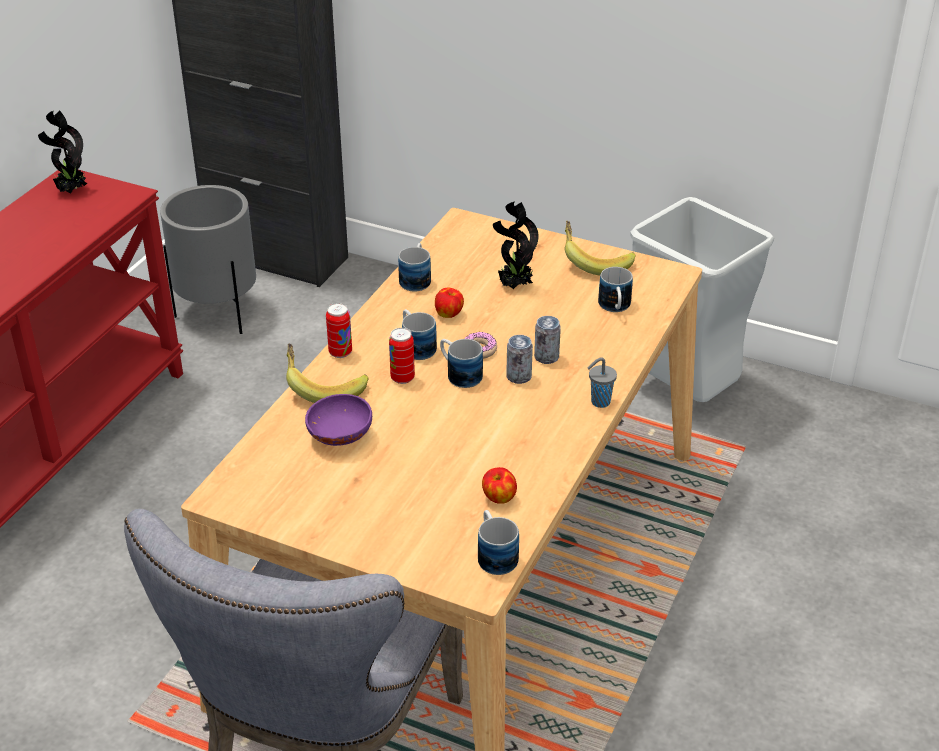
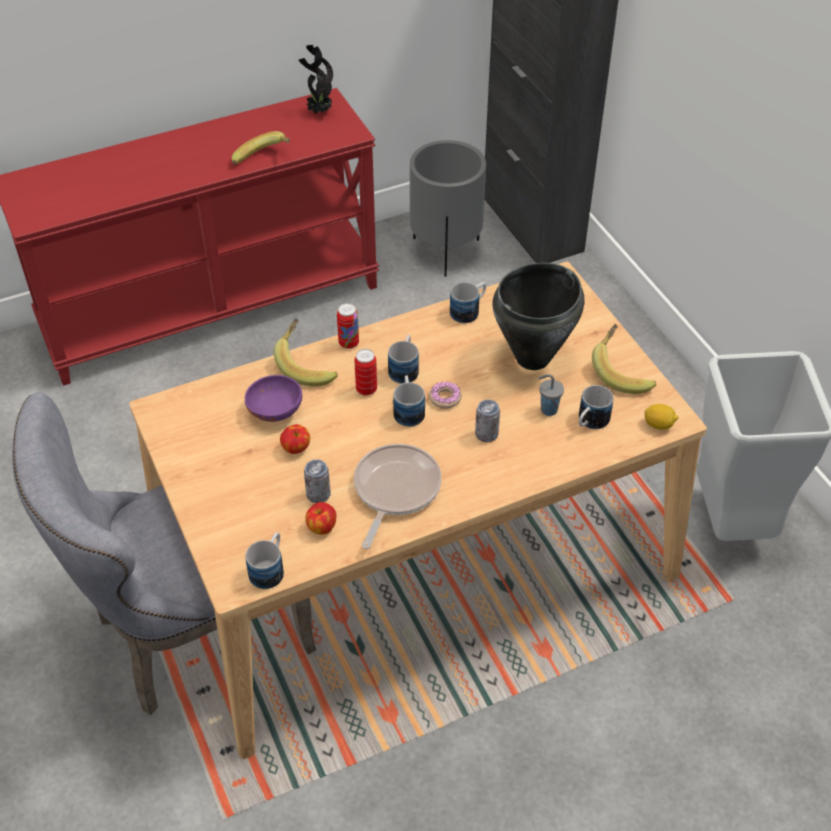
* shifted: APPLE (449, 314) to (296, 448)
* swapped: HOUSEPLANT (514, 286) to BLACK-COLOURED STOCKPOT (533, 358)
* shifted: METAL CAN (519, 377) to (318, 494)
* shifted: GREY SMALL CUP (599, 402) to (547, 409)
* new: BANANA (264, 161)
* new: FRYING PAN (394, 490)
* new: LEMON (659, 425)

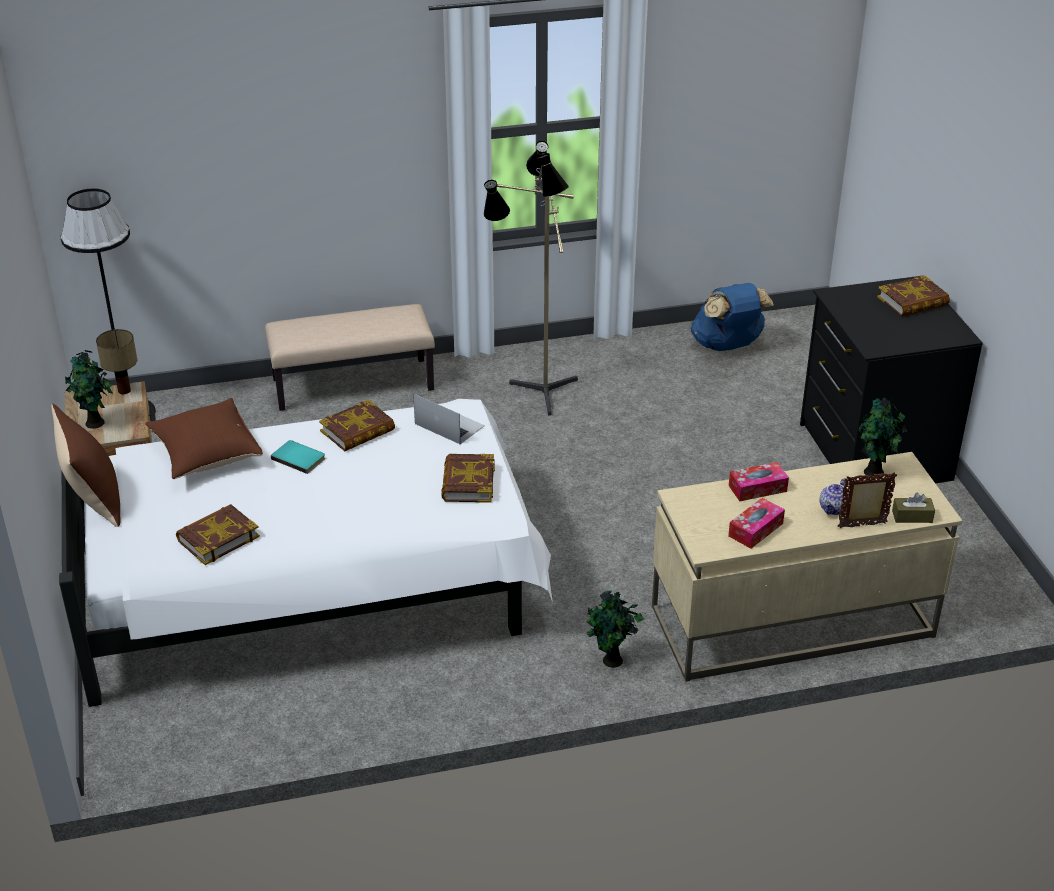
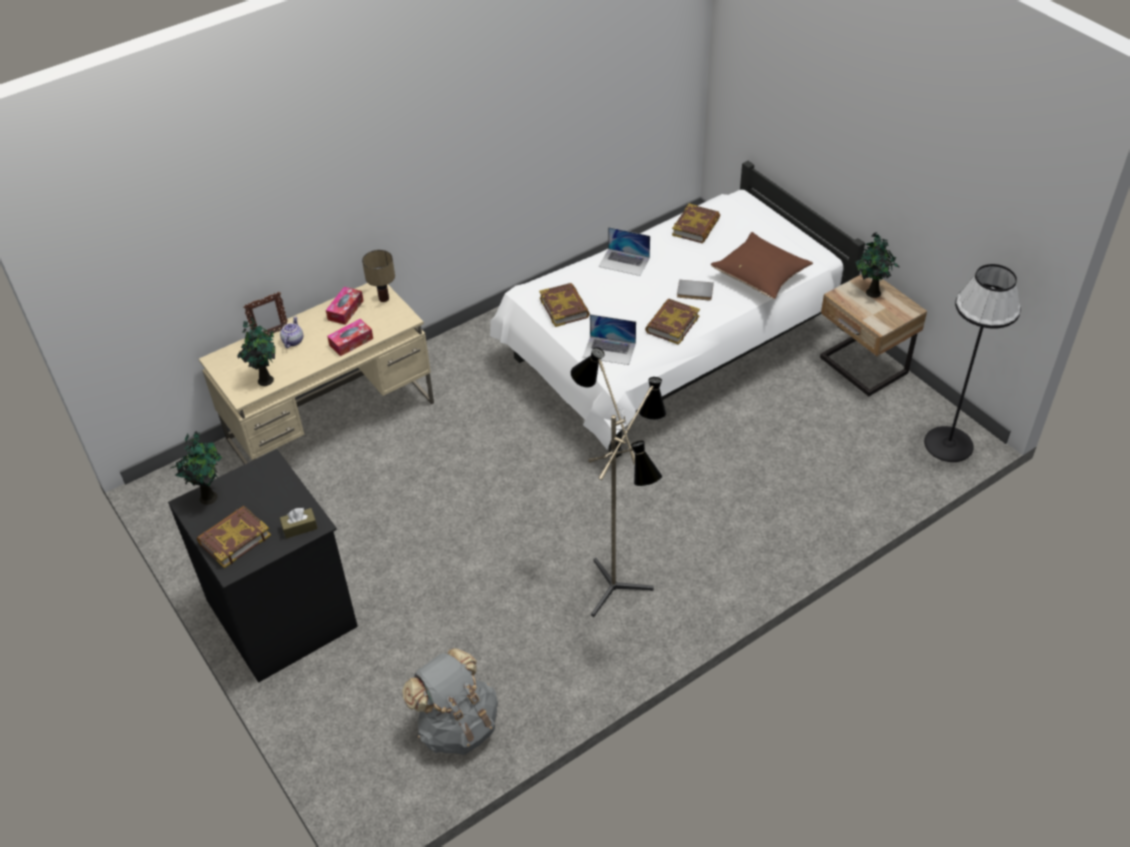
* gone: BROWN THROW PILLOW (93, 499)
* shifted: TABLETOP LAMP (125, 390) to (383, 299)
* gone: SAND-COLOURED INDOOR BENCH (353, 384)
* repainted: BLUE-GREEN BOUND BOOK (299, 458) to GREY BOUND BOOK (695, 292)
* shifted: HOUSEPLANT (612, 661) to (209, 496)
* repainted: BLUISH KNAPSACK (727, 346) to GREY KNAPSACK (457, 725)
* shifted: BROWN BOX OF TISSUES (912, 516) to (299, 527)
* new: PORTABLE COMPUTER (624, 262)

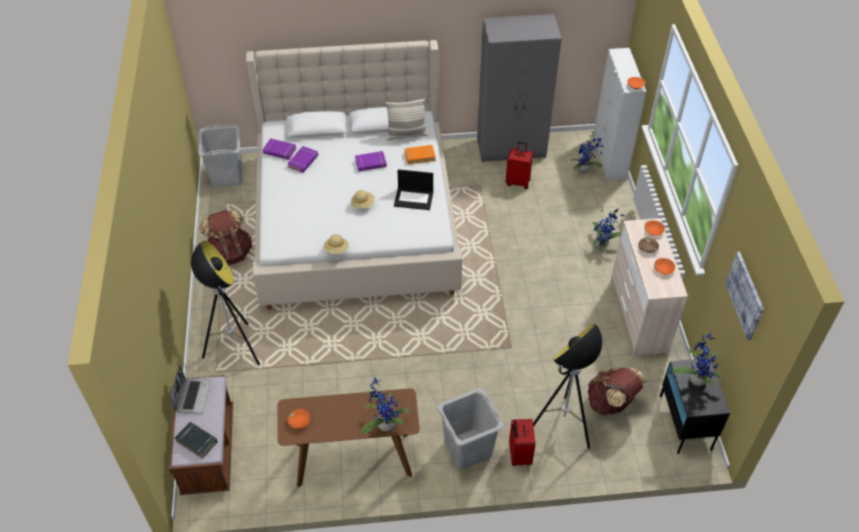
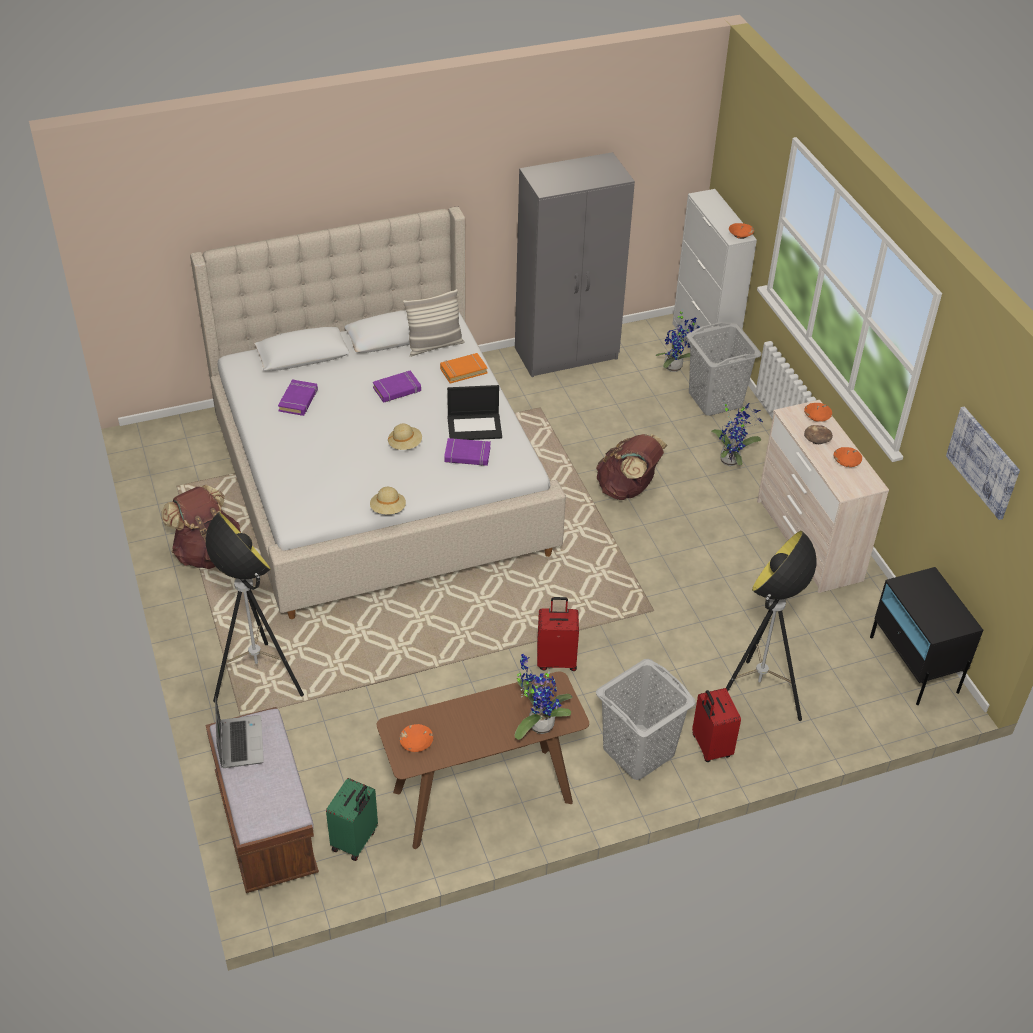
* gone: BLACK-COLOURED BOUND BOOK (197, 441)
* shifted: GREY LAUNDRY BASKET (227, 177) to (715, 400)
* shifted: PURPLE BOUND BOOK (279, 151) to (467, 455)
* shifted: REDDISH SUITCASE (518, 182) to (556, 660)
* shifted: BROWN KNAPSACK (611, 403) to (627, 489)
* gone: HOUSEPLANT (696, 378)
* new: GREEN SUITCASE (355, 840)

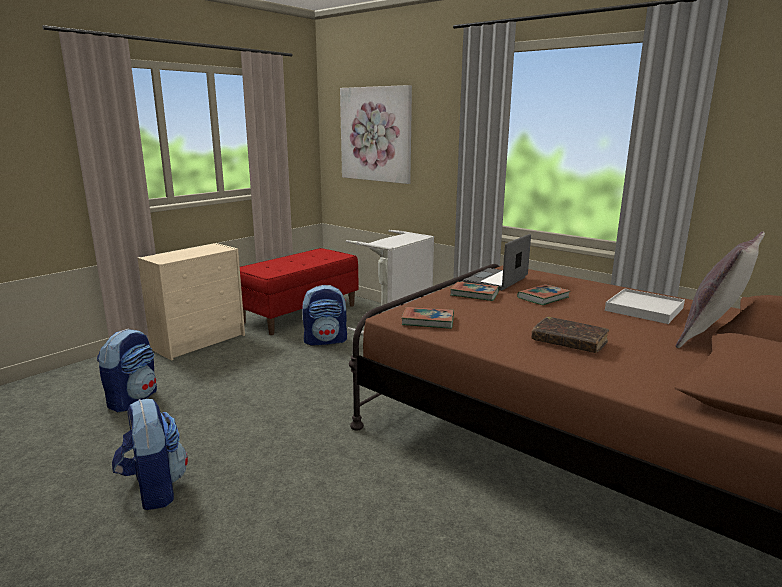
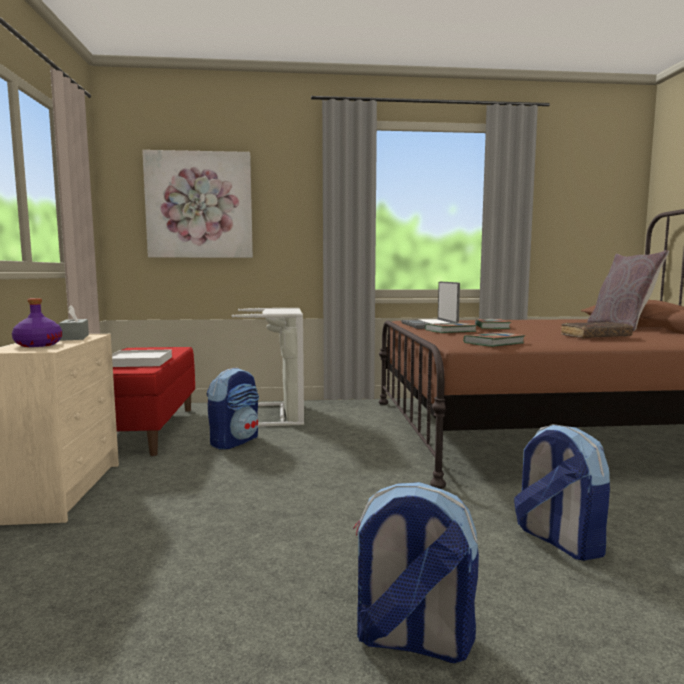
* shifted: KNAPSACK (133, 399) to (558, 540)
* shifted: WHITE-COLOURED CARRYING TRAY (644, 309) to (138, 362)
* new: PURPLE BEVERAGE BOTTLE (38, 345)
* new: GREY BOX OF TISSUES (74, 337)

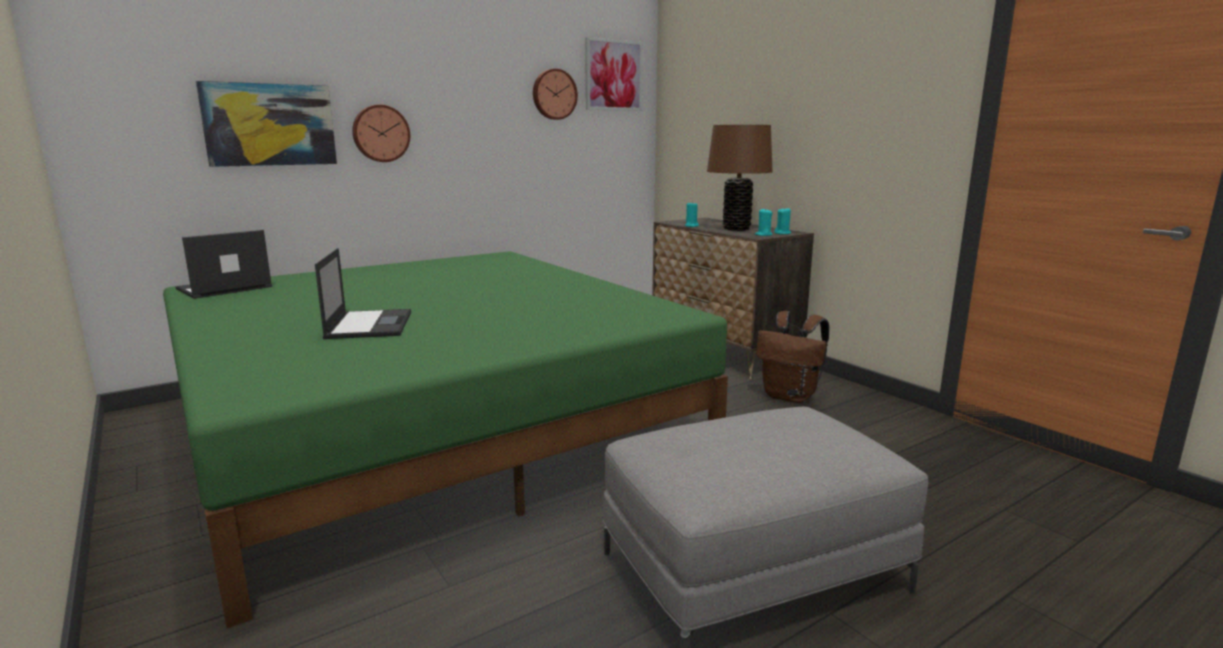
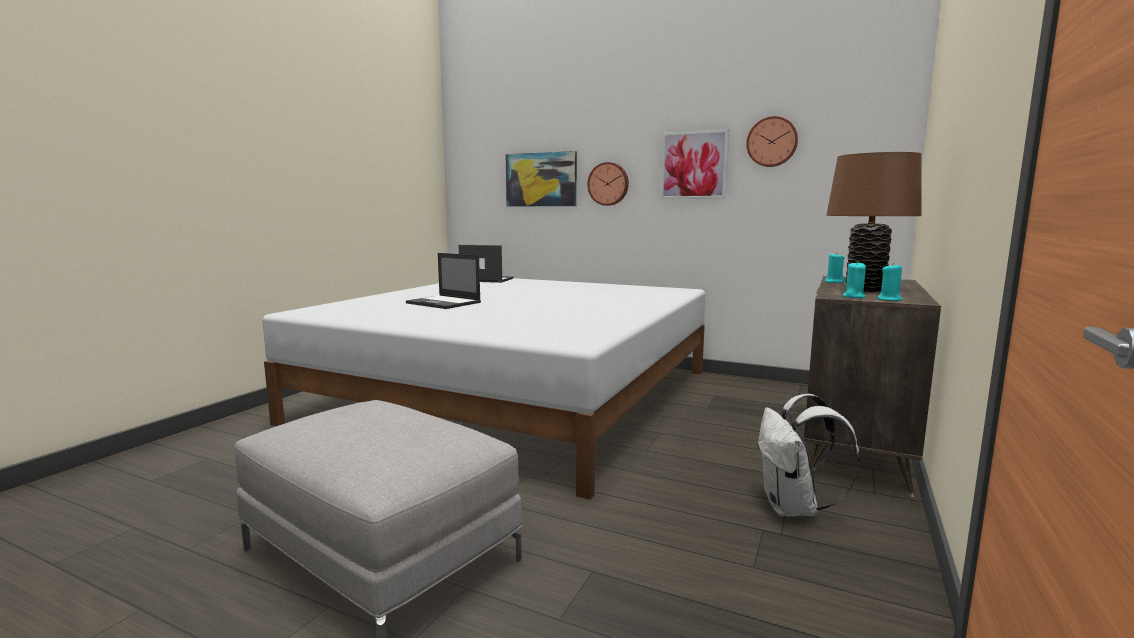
* repainted: GREEN SLEEPING BED (431, 424) to WHITE-COLOURED SLEEPING BED (516, 395)
* rotated: PORTABLE COMPUTER (369, 324) = (444, 303) 75 degrees clockwise
* shifted: WALL ART (613, 75) to (693, 165)
* repainted: BROWN KNAPSACK (790, 396) to WHITE-COLOURED KNAPSACK (793, 508)

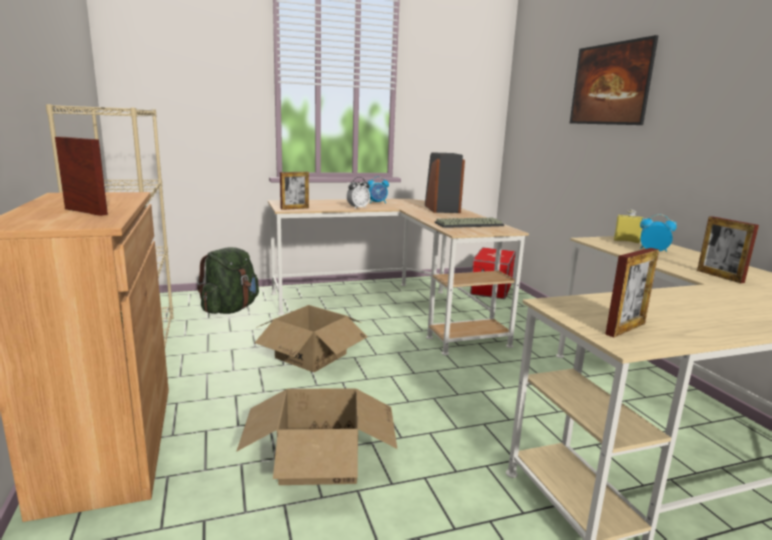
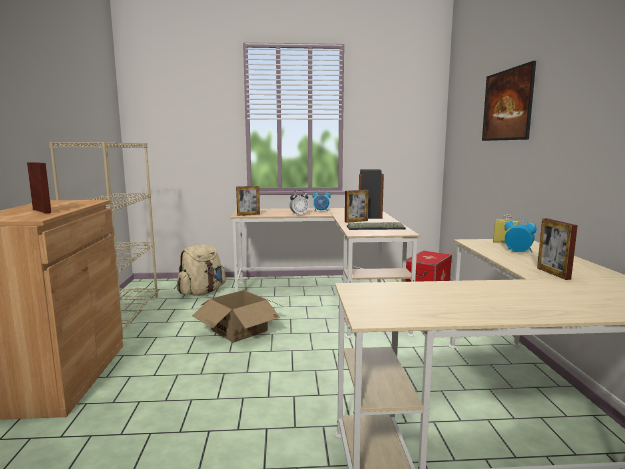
* repainted: GREEN KNAPSACK (230, 309) to SAND-COLOURED KNAPSACK (202, 293)
* gone: CARTON (319, 459)
* shifted: STANDING FRAME (625, 329) to (356, 221)

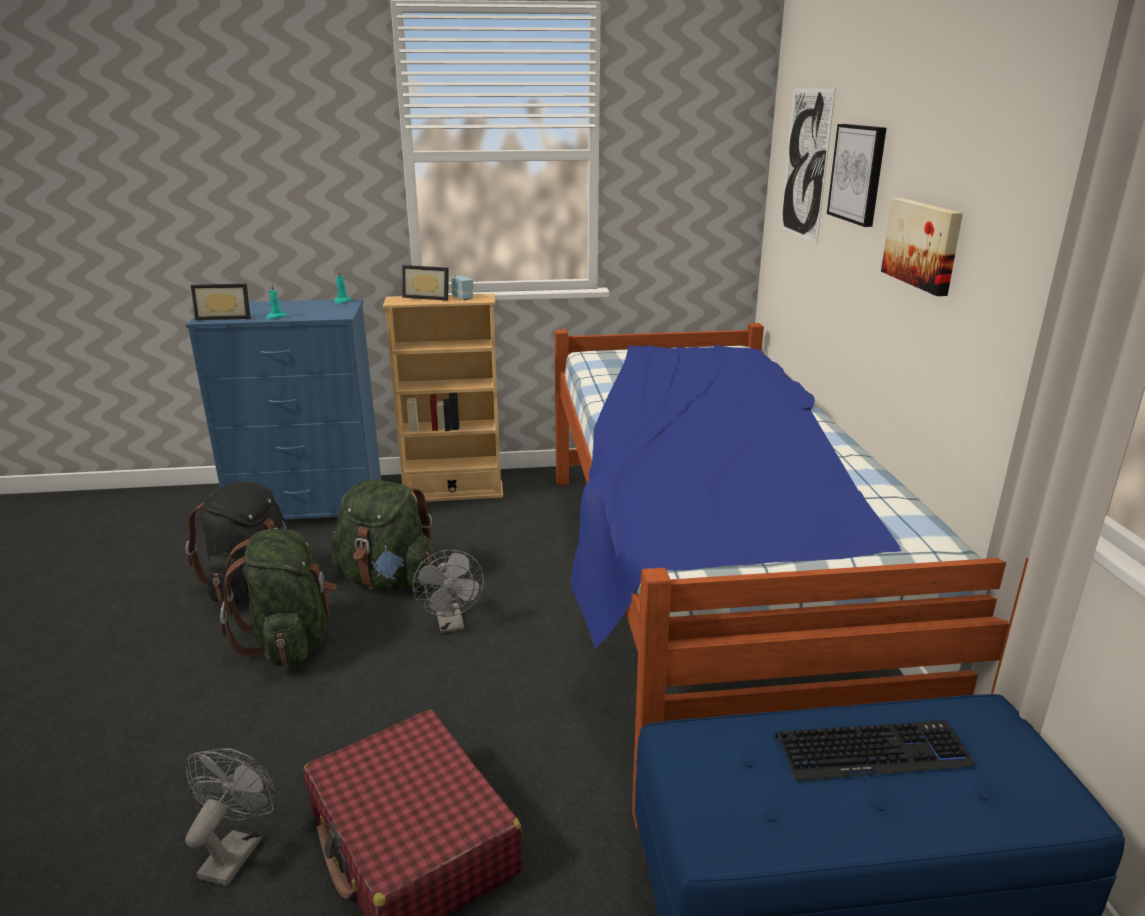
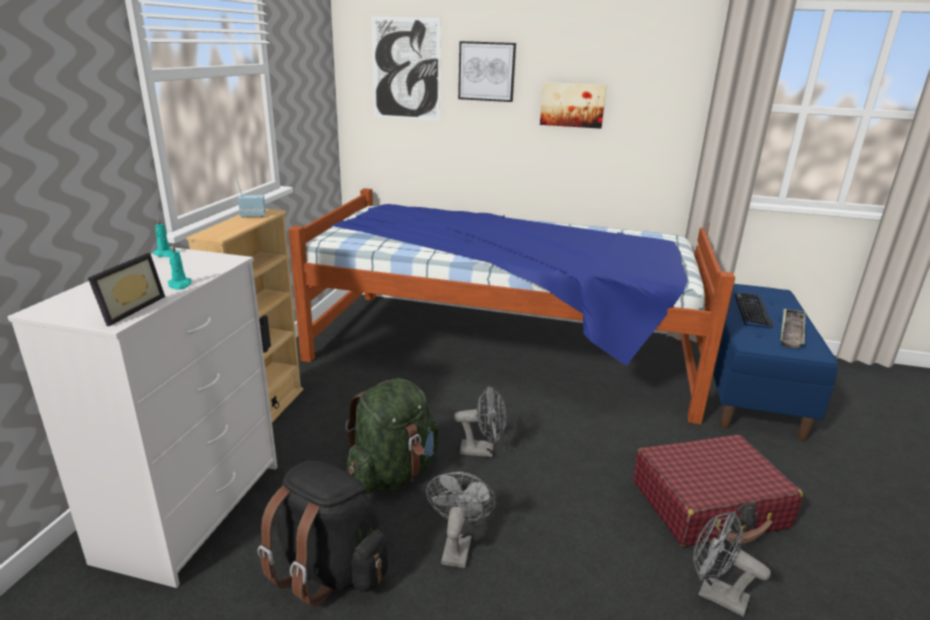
* repainted: BLUISH DRAWER CHEST (310, 509) to WHITE-COLOURED DRAWER CHEST (193, 509)
* swapped: GREEN KNAPSACK (290, 641) to GREY ELECTRIC FAN (457, 545)
* gone: STANDING FRAME (428, 297)
* new: CARRYING TRAY (791, 331)

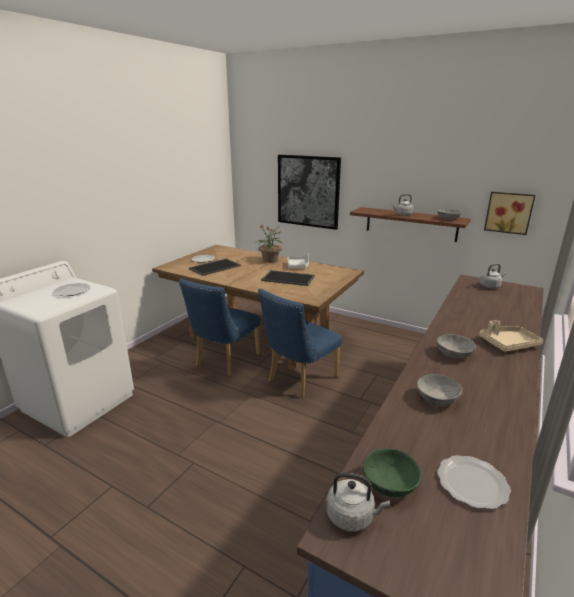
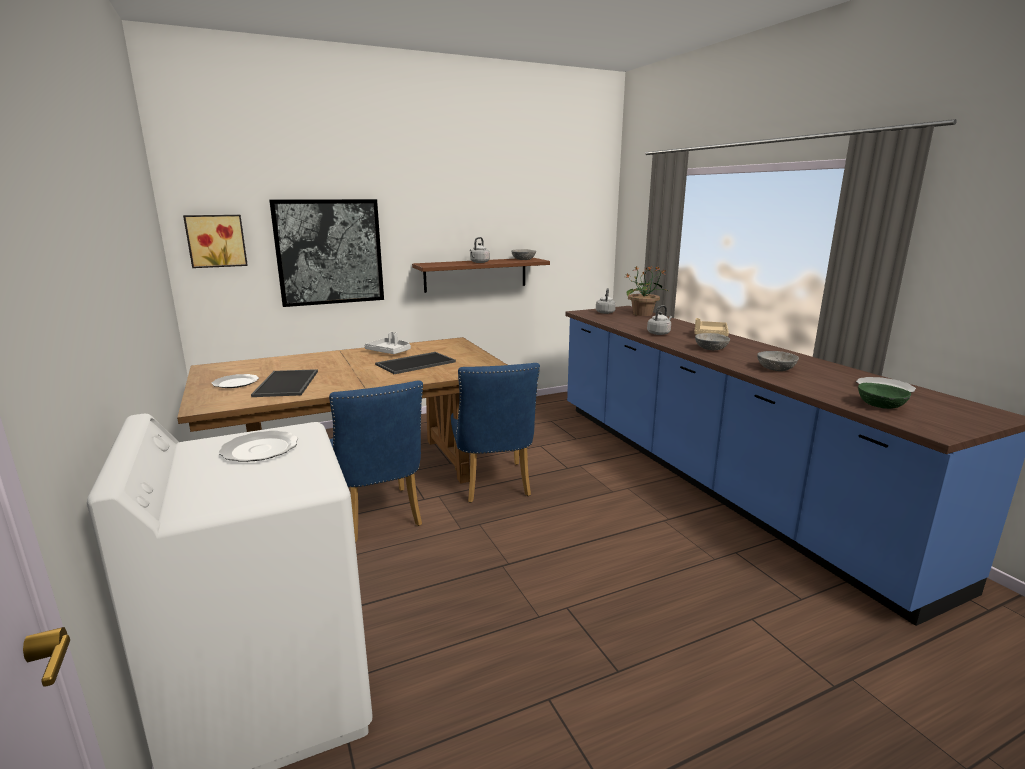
* shifted: HOUSEPLANT (270, 260) to (643, 314)
* shifted: GREY TEA KETTLE (352, 516) to (659, 333)
* shifted: WALL ART (509, 212) to (216, 241)

